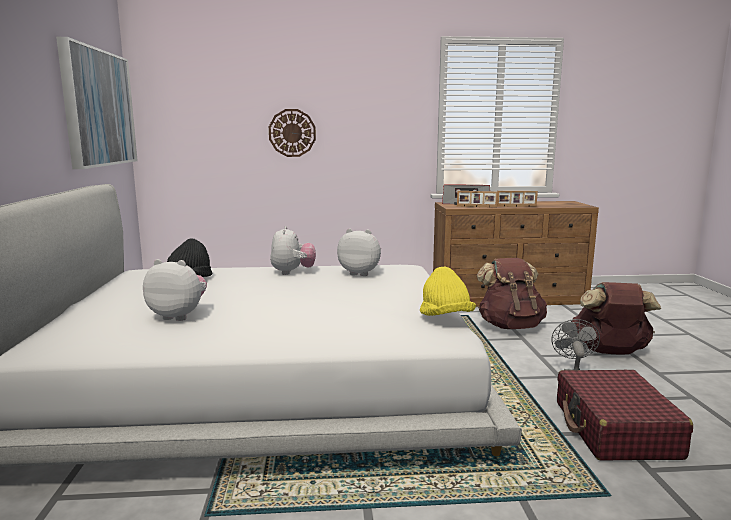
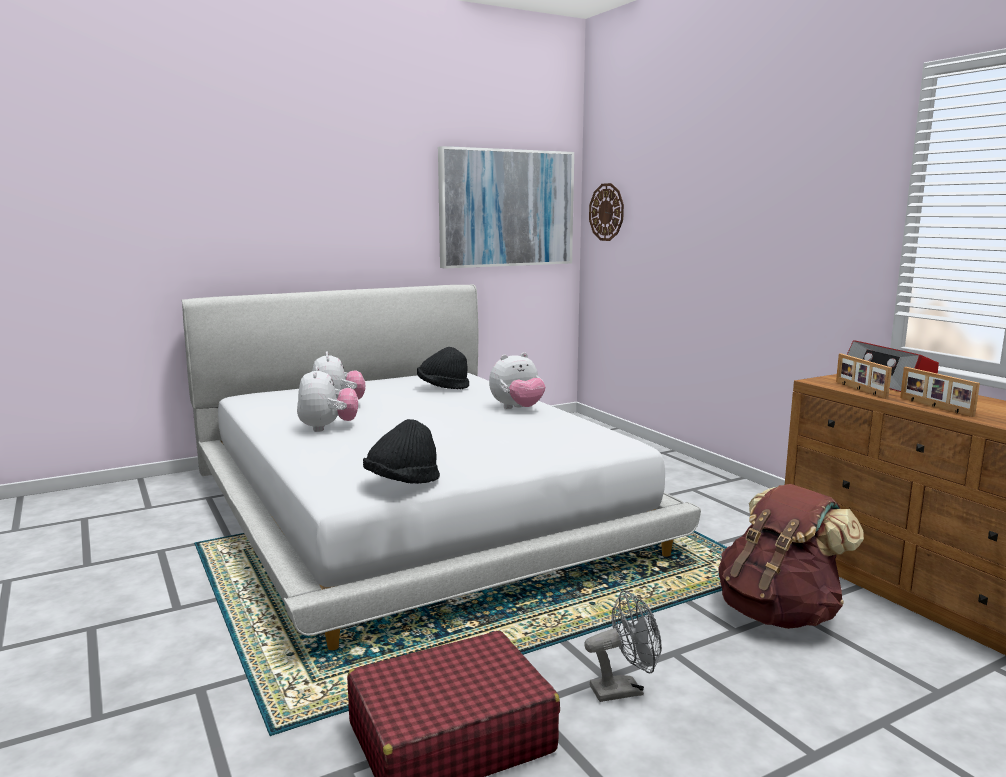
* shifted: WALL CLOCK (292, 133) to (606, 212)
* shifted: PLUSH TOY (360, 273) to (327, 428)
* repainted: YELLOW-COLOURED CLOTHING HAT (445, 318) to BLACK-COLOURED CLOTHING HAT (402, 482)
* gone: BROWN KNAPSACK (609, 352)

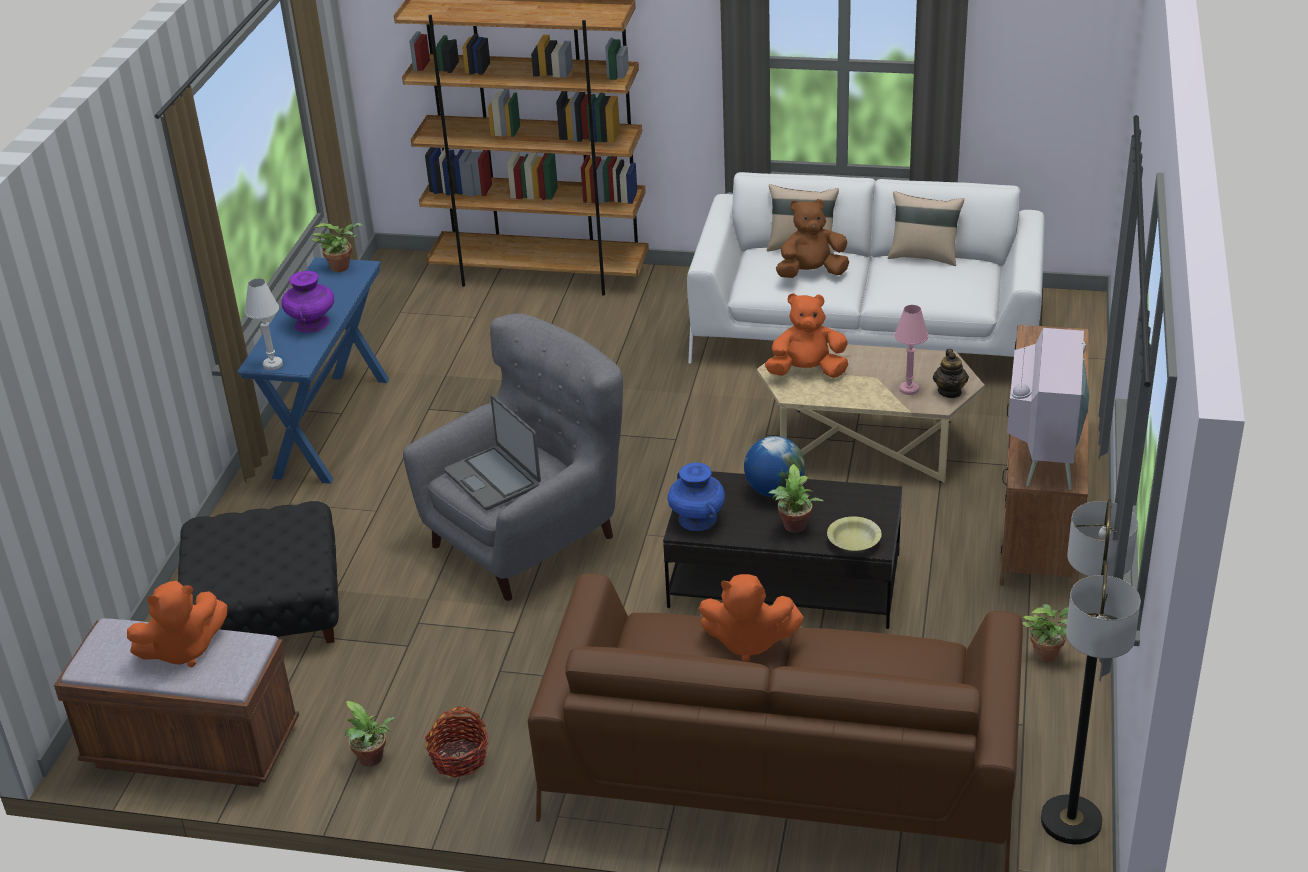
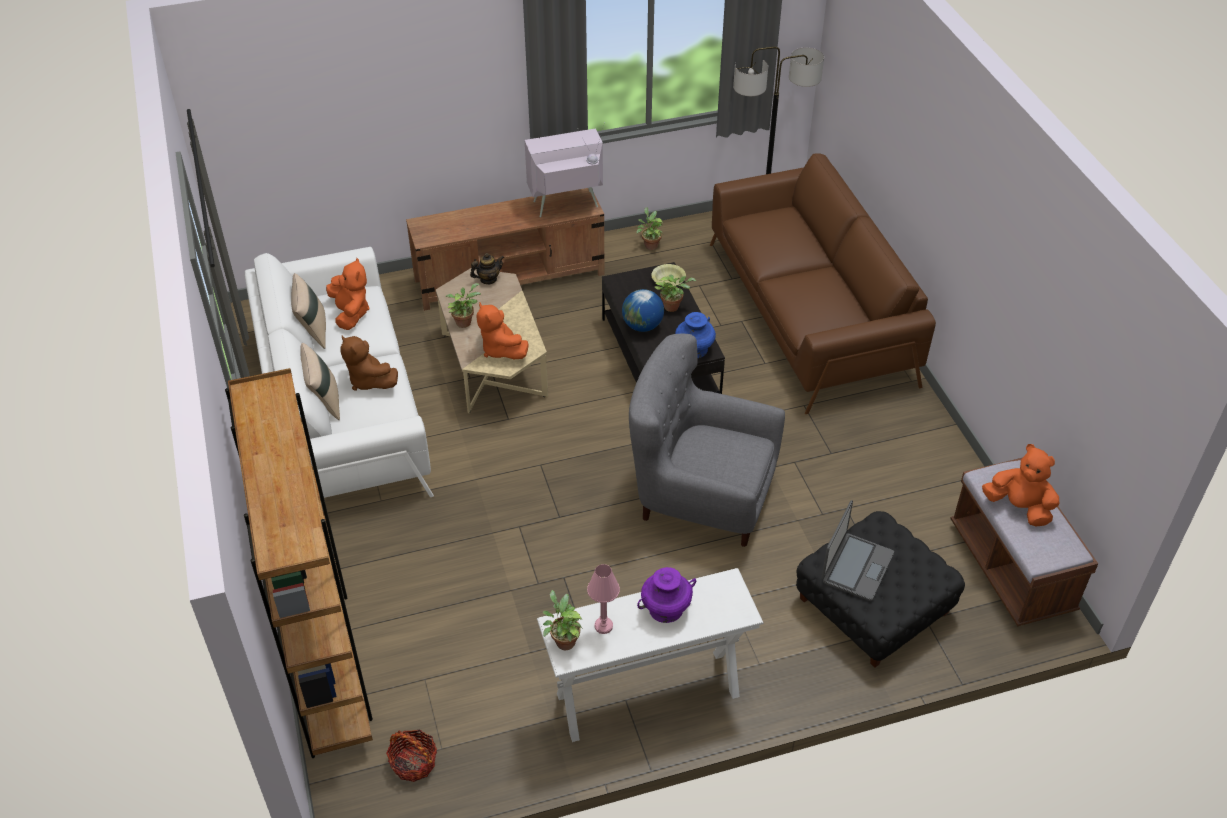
* repainted: BLUISH HALL TABLE (332, 426) to WHITE-COLOURED HALL TABLE (647, 695)
* gone: WHITE-COLOURED TABLETOP LAMP (273, 364)
* shifted: HOUSEPLANT (372, 760) to (464, 321)
* shifted: STORAGE BASKET (459, 758) to (413, 763)
* shifted: PORTABLE COMPUTER (493, 479) to (856, 567)
* shifted: ORANGEY PLUSH TOY (748, 642) to (350, 313)
* shifted: PINKISH TABLETOP LAMP (909, 389) to (603, 626)

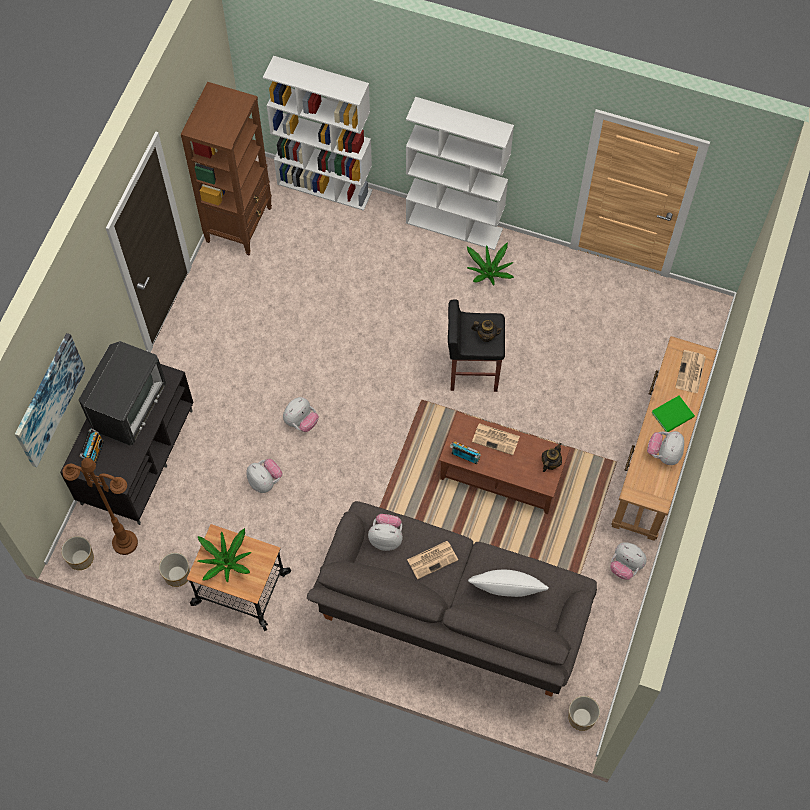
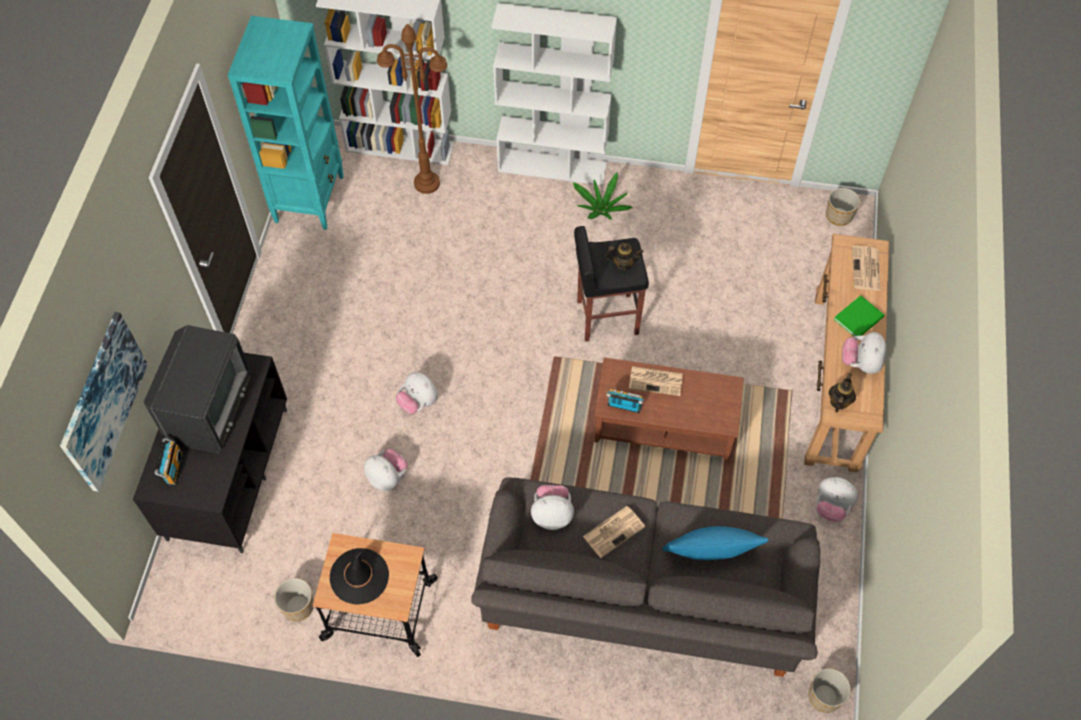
* shifted: PLANTER (80, 558) to (838, 215)
* shifted: BROWN STANDARD LAMP (125, 543) to (427, 183)
* repainted: BROWN SHELVING UNIT (239, 224) to BLUE-GREEN SHELVING UNIT (310, 198)
* swapped: HOUSEPLANT (226, 562) to BLACK-COLOURED CLOTHING HAT (359, 576)
* rotated: PLUSH TOY (301, 421) = (418, 402) 105 degrees clockwise
* repainted: WHITE-COLOURED THROW PILLOW (506, 589) to BLUISH THROW PILLOW (711, 552)
* shifted: TEA POT (550, 463) to (839, 401)

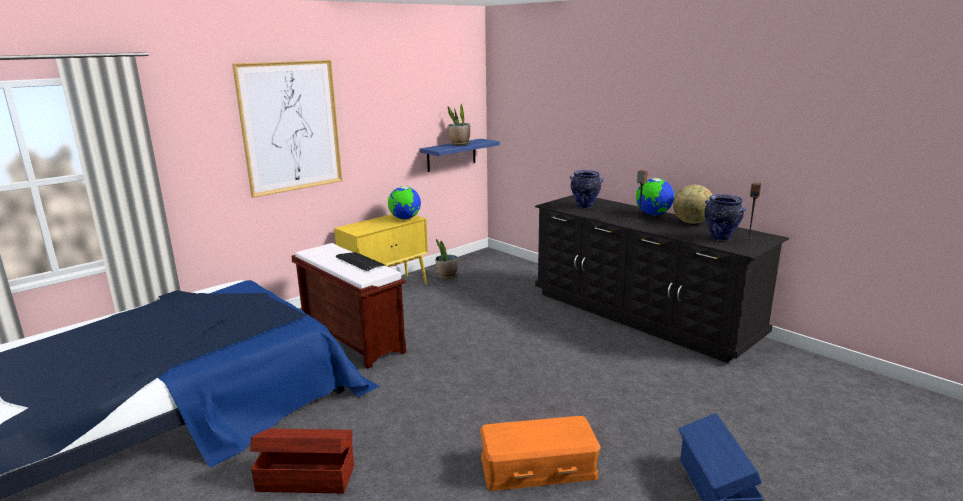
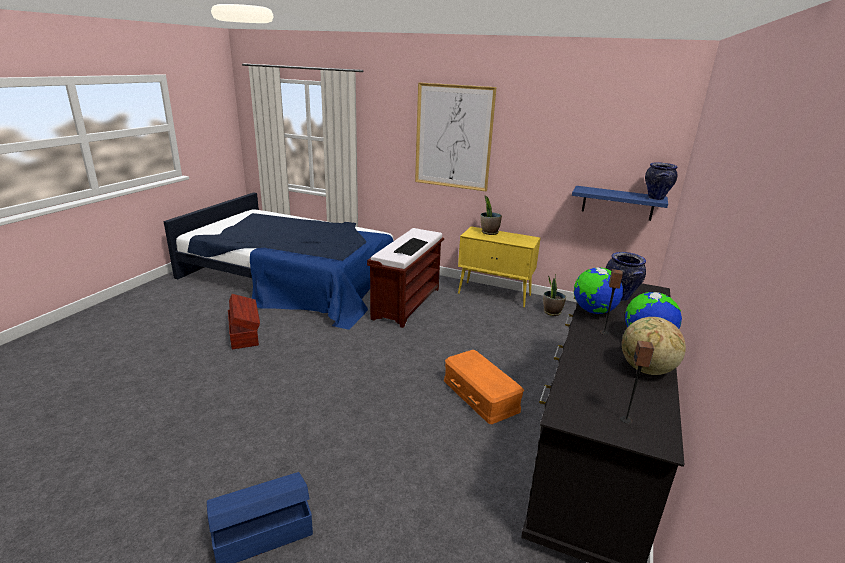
* shifted: WORLD GLOBE (405, 218) to (593, 311)
* shifted: HOUSEPLANT (460, 144) to (489, 232)
* shifted: ORANGEY STORAGE BIN (538, 466) to (481, 395)
* shifted: DECORATIVE VASE (721, 238) to (656, 198)

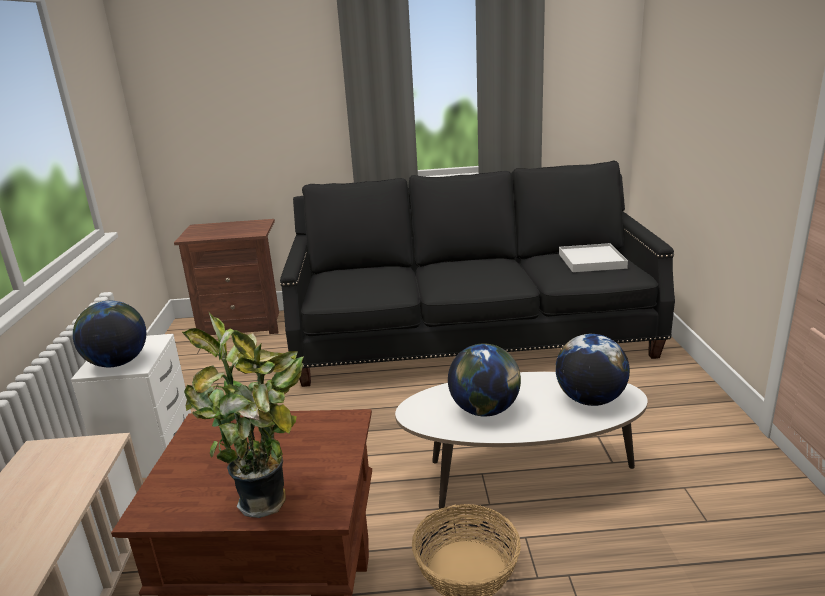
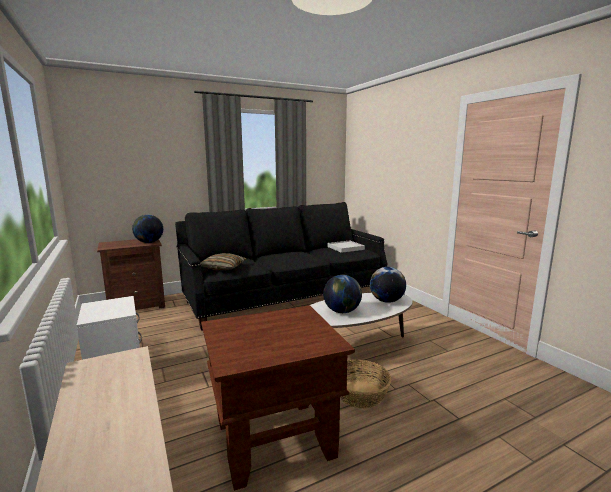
* shifted: WORLD GLOBE (117, 363) to (149, 242)
* gone: HOUSEPLANT (269, 502)
* new: THROW PILLOW (223, 267)

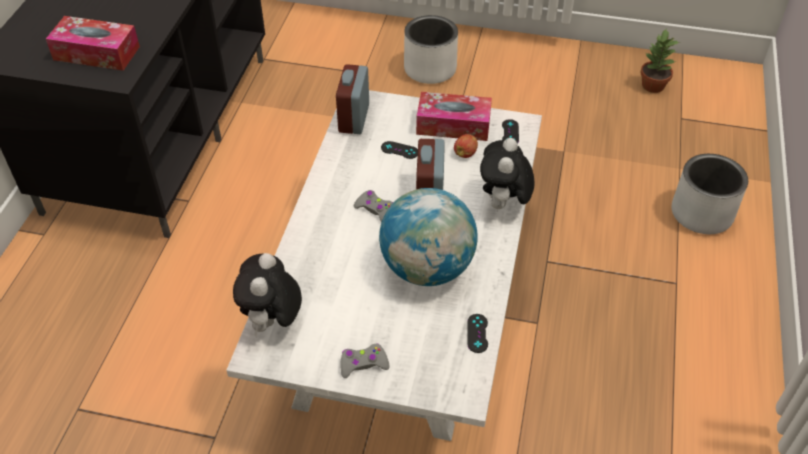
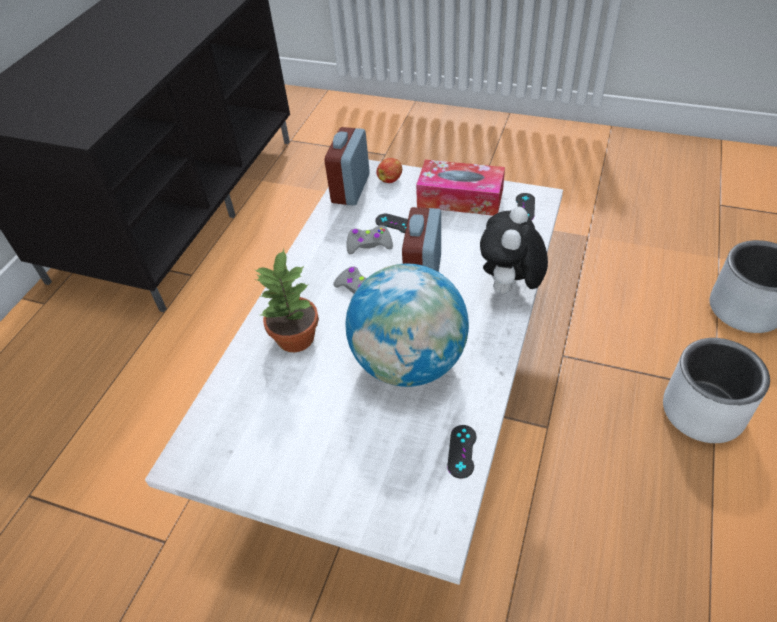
* gone: BOX OF TISSUES (96, 53)
* gone: PLUSH TOY (272, 322)
* shifted: GREY GAMEPAD (363, 364) to (369, 244)
* shifted: WHITE-COLOURED PLANTER (430, 69) to (703, 411)
* shifted: APPLE (465, 153) to (390, 179)
* shifted: HOUSEPLANT (652, 86) to (295, 338)

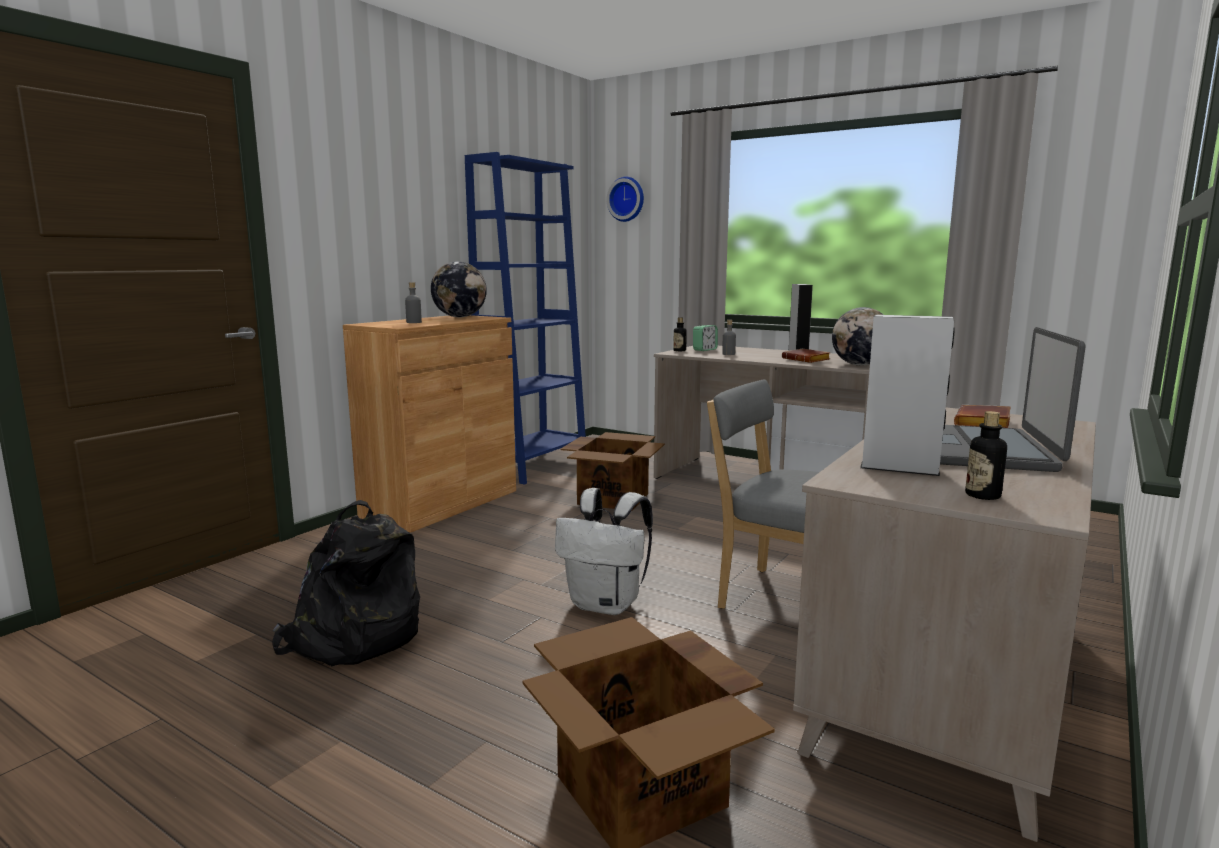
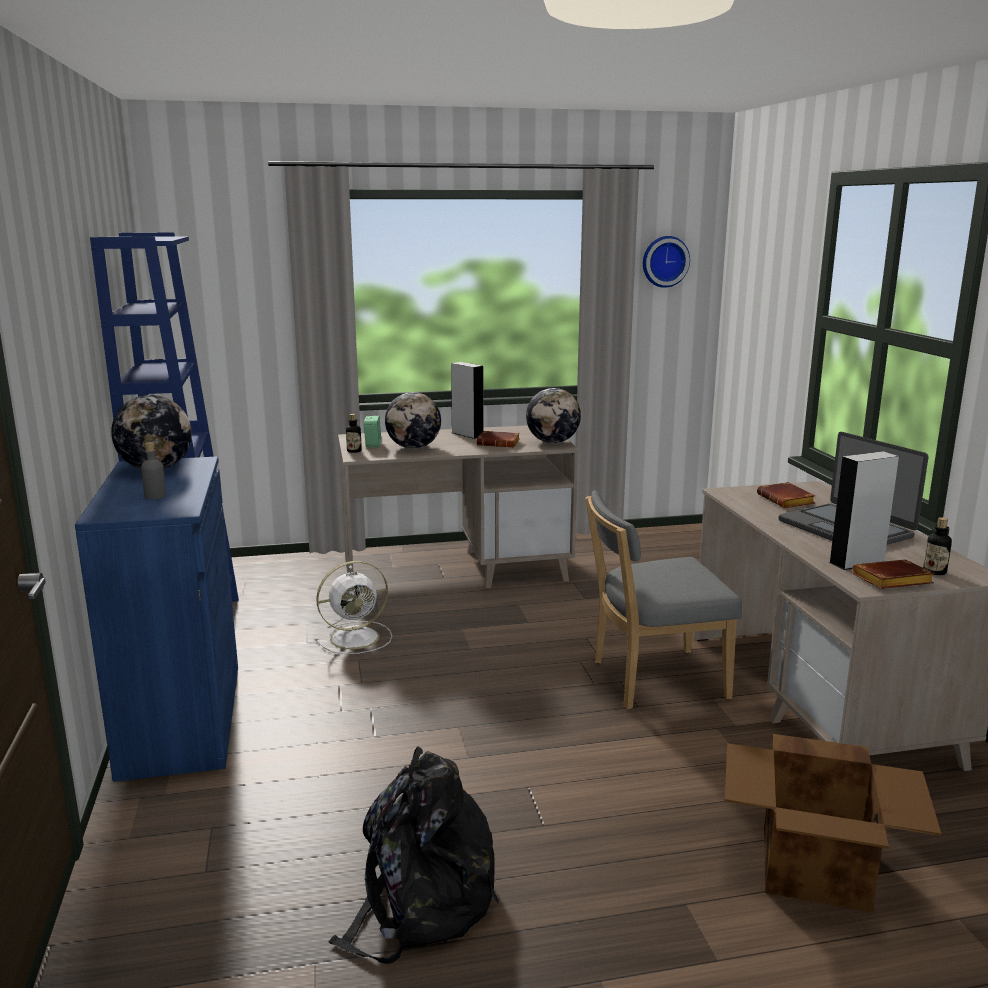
* repainted: BROWN CABINET (441, 503) to BLUISH CABINET (182, 718)
* gone: WHITE-COLOURED KNAPSACK (606, 604)
* swapped: CARTON (614, 498) to WHITE-COLOURED ELECTRIC FAN (357, 637)
* shifted: WALL CLOCK (627, 199) to (664, 261)
* swapped: GREY BEVERAGE BOTTLE (728, 354) to WORLD GLOBE (414, 447)
* new: BROWN BOUND BOOK (891, 581)

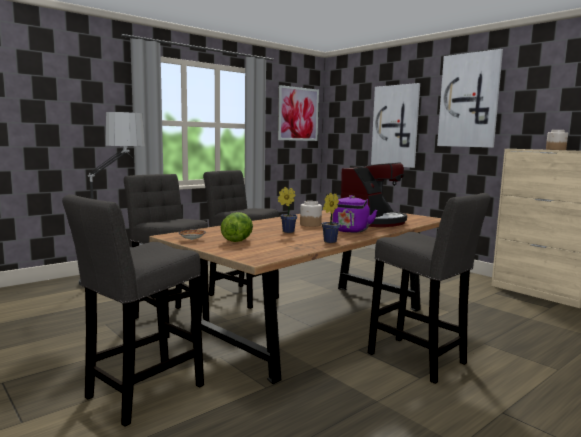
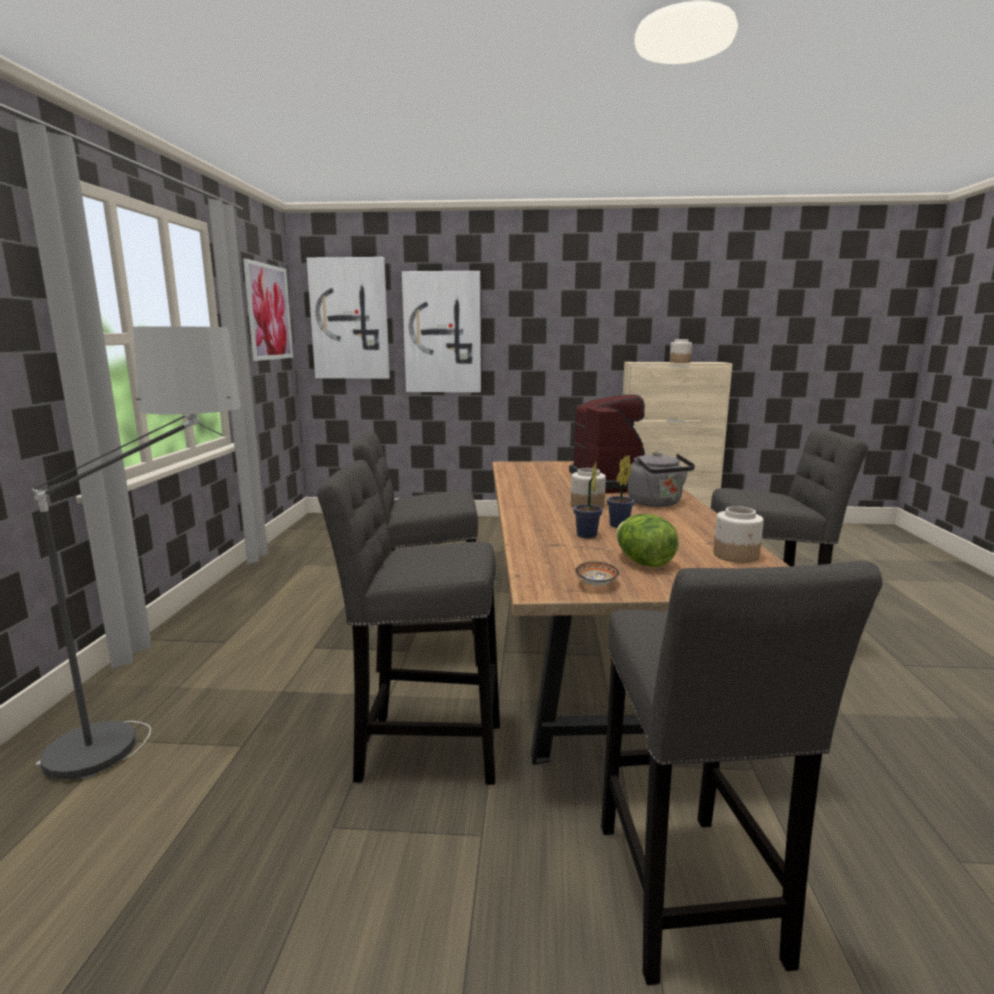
* shifted: HOUSEPLANT (328, 241) to (586, 536)
* repainted: PURPLE TEA KETTLE (350, 231) to GREY TEA KETTLE (657, 503)
* shifted: WALL ART (469, 100) to (350, 319)
* new: PRESERVE JAR (736, 555)

